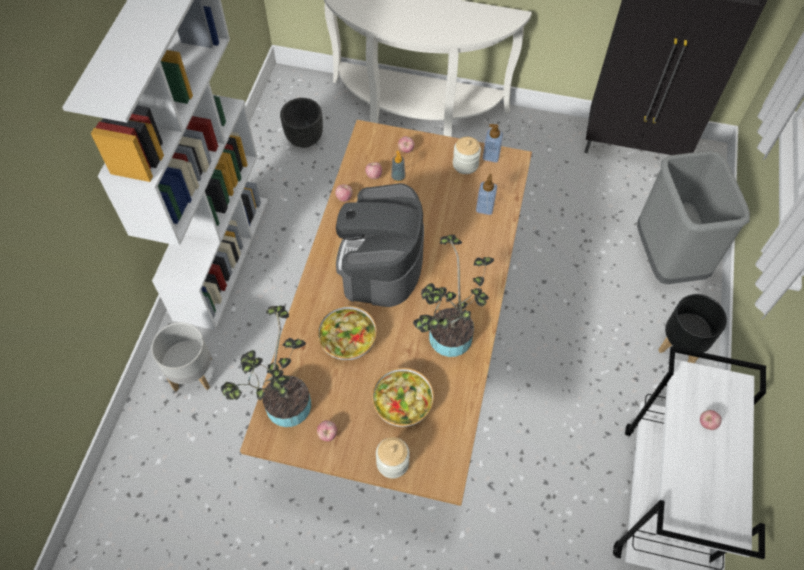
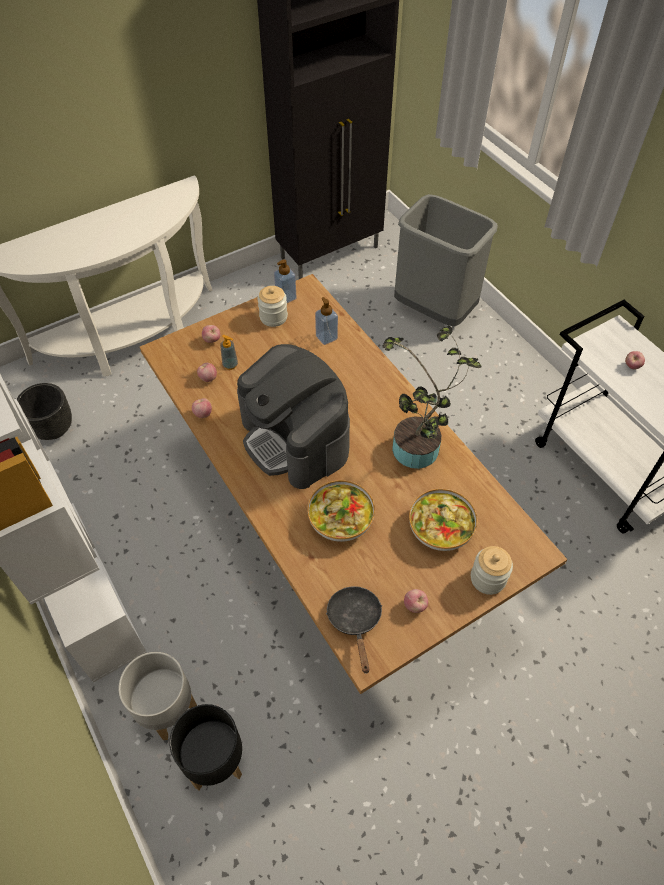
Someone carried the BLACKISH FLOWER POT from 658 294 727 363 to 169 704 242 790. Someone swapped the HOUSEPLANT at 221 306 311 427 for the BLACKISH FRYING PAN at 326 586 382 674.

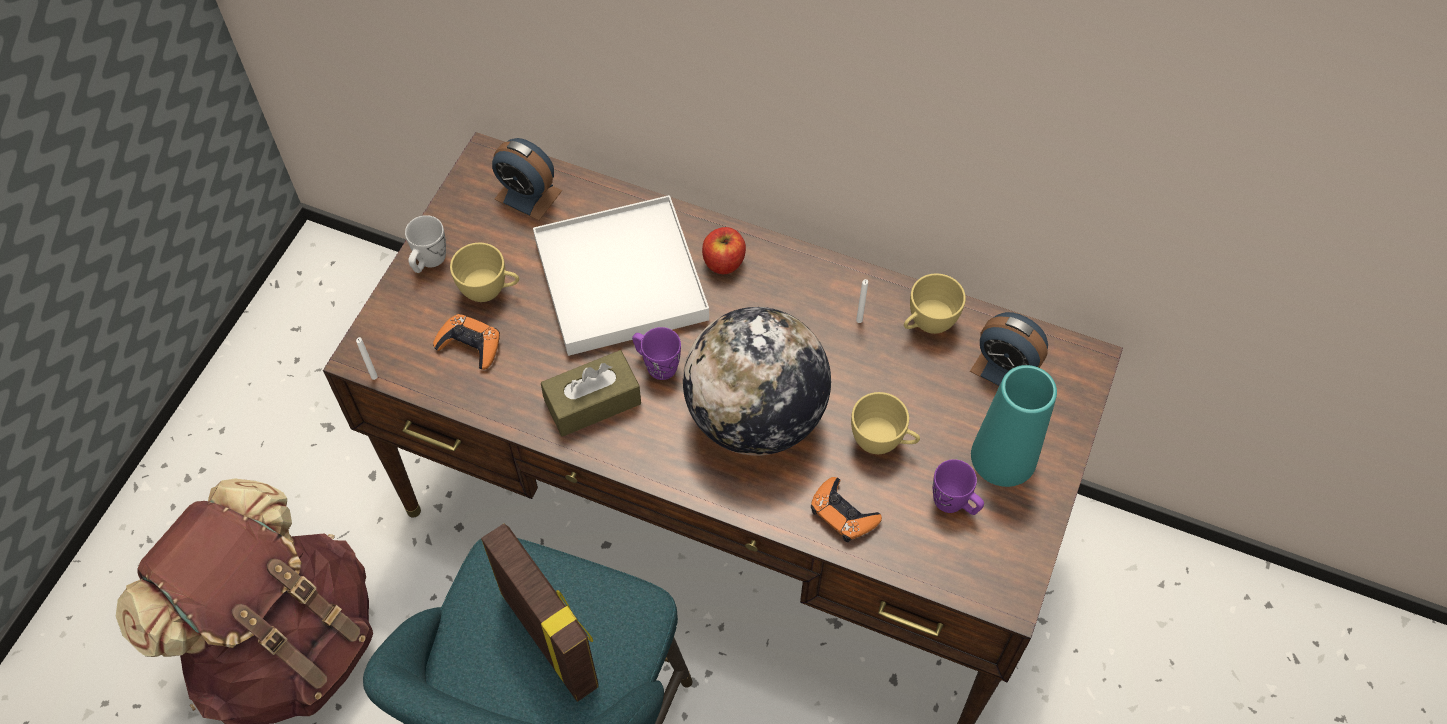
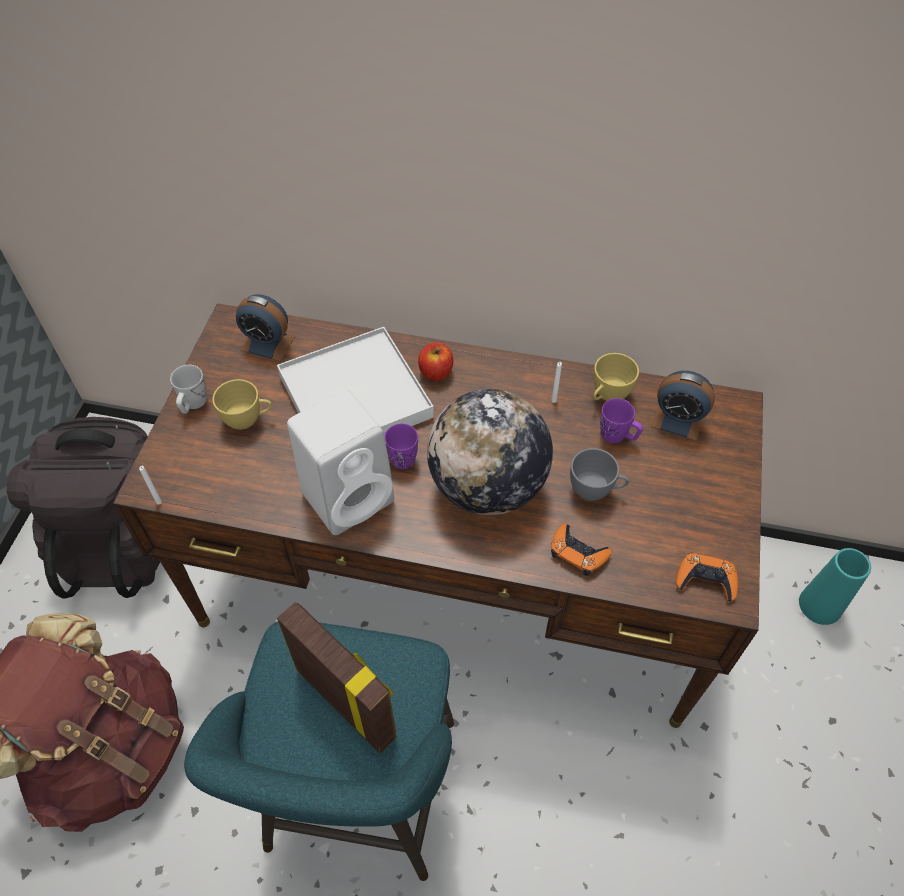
Someone put down the BLACKISH KNAPSACK at 7 417 160 599. Someone swapped the BROWNISH BOX OF TISSUES at 541 350 641 437 for the WHITISH LOUDSPEAKER at 287 389 394 535. Someone repainted the YELLOW-COLOURED SMALL CUP at 851 392 920 454, which became the GRAY SMALL CUP at 570 448 630 501. Someone carried the PURPLE COFFEE MUG from 933 459 984 515 to 600 398 643 443. Someone carried the ORANGEY GAME CONTROLLER from 433 314 500 370 to 676 553 738 602. Someone carried the TURQUOISE FLOWER VASE from 971 365 1057 487 to 799 548 871 625.

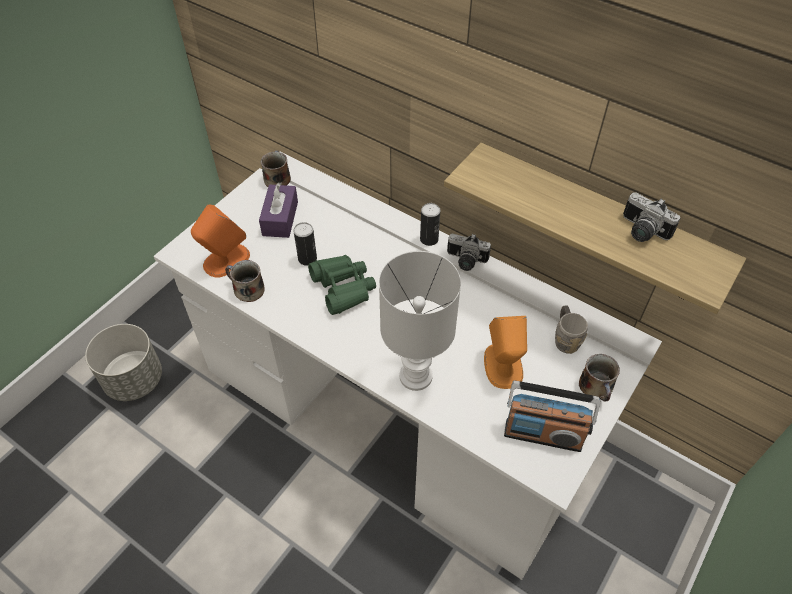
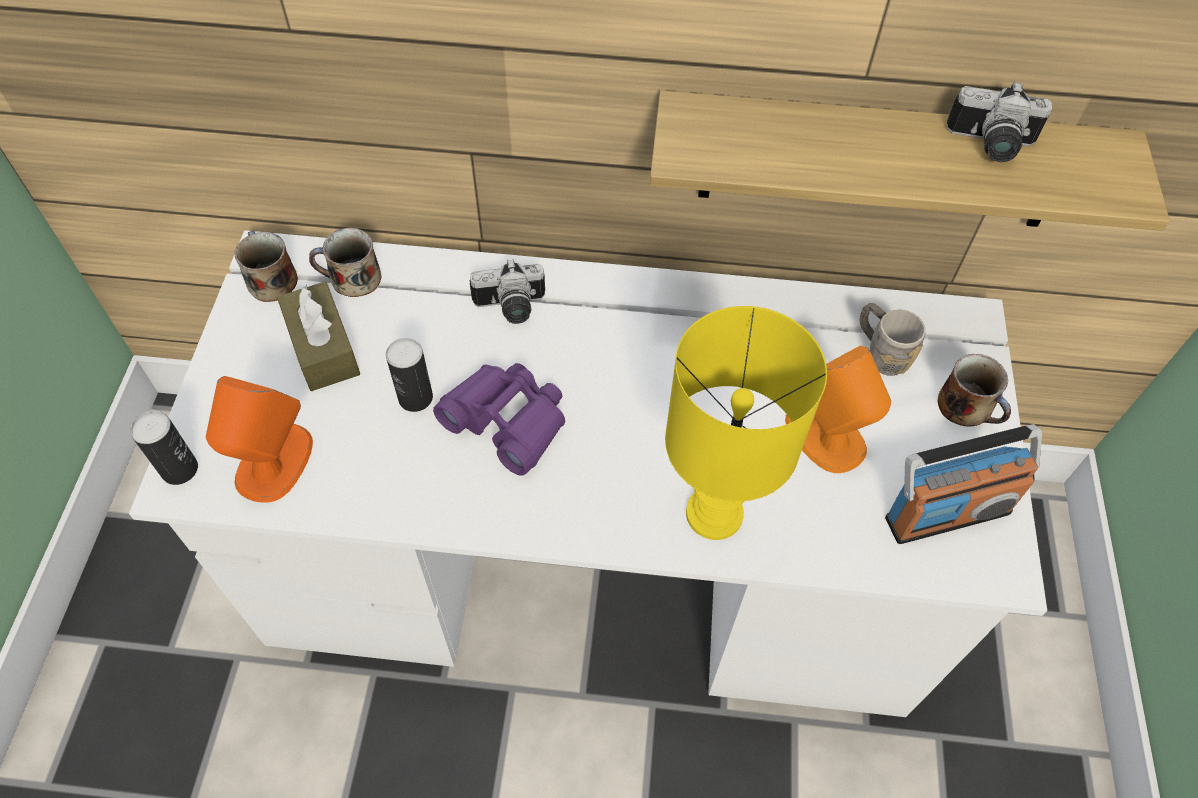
Someone carried the METAL CAN from 420 203 440 246 to 130 411 198 485. Someone repainted the PURPLE BOX OF TISSUES at 259 182 298 238, which became the BROWNISH BOX OF TISSUES at 277 281 360 391. Someone carried the COFFEE MUG from 225 260 265 302 to 309 228 381 297. Someone repainted the GREEN-COLOURED BINOCULARS at 308 255 376 315, which became the PURPLE BINOCULARS at 433 363 565 476. Someone carried the STILL CAMERA from 447 234 491 271 to 470 259 545 324. Someone repainted the WHITISH TABLE LAMP at 379 251 461 391, which became the YELLOW-COLOURED TABLE LAMP at 665 306 827 540. Someone took away the GRAY FLOWER POT at 85 324 162 401.

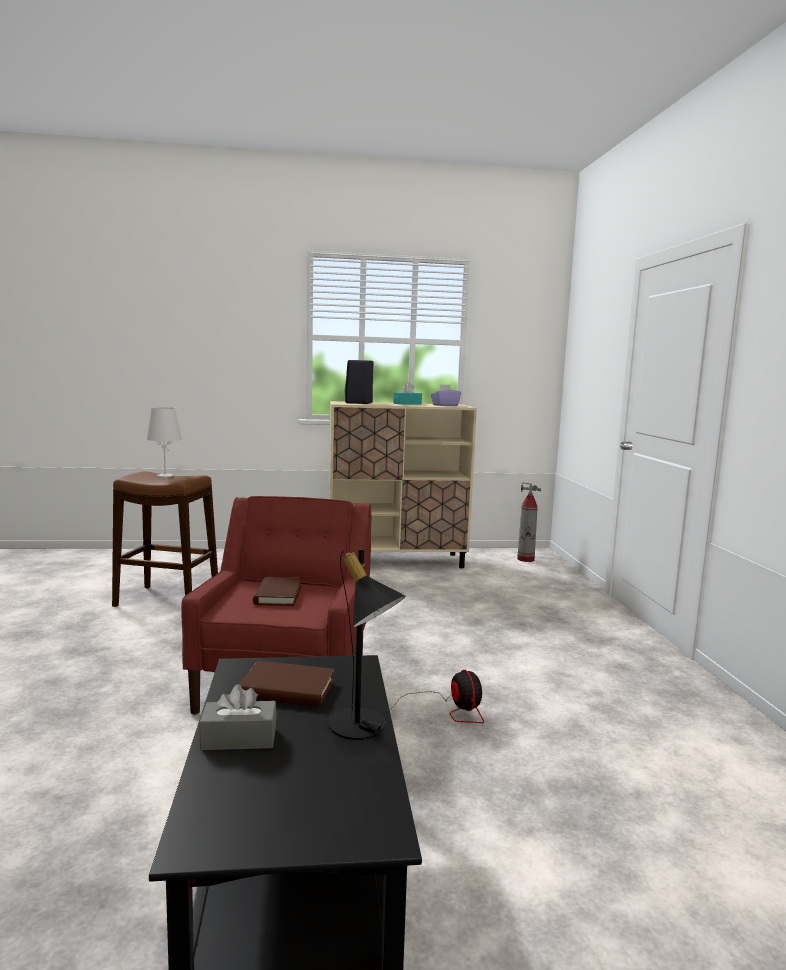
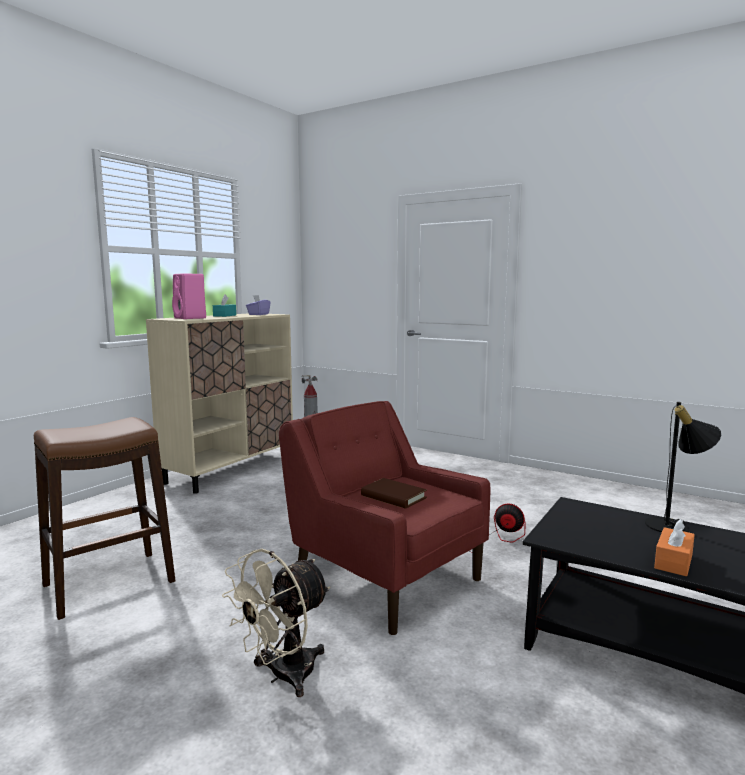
Someone repainted the BLACKISH LOUDSPEAKER at 345 360 374 404, which became the PINKISH LOUDSPEAKER at 172 274 206 319. Someone put down the BEIGE-COLOURED ELECTRIC FAN at 222 549 330 697. Someone repainted the GRAY BOX OF TISSUES at 199 684 277 750, which became the ORANGEY BOX OF TISSUES at 654 519 695 576. Someone took away the WHITISH TABLE LAMP at 146 407 182 478. Someone took away the BROWNISH BOOK at 239 661 334 707.

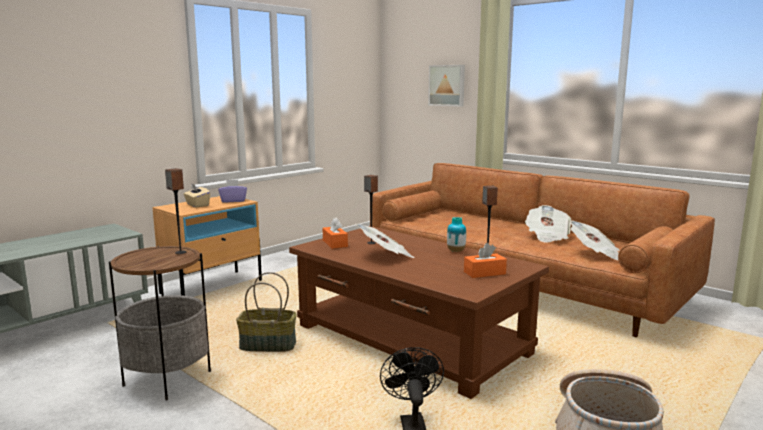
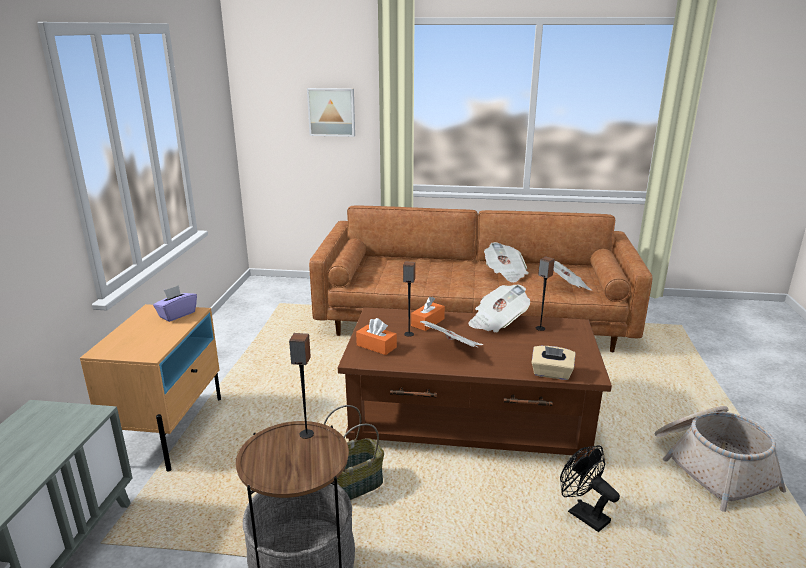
Someone carried the ORANGEY BOX OF TISSUES from 464 243 507 278 to 411 297 445 331. Someone swapped the FLOWER VASE at 447 217 466 252 for the PRINTED PAPER at 468 285 530 332. Someone carried the BEIGE-COLOURED BOX OF TISSUES from 183 183 210 208 to 531 346 575 380.

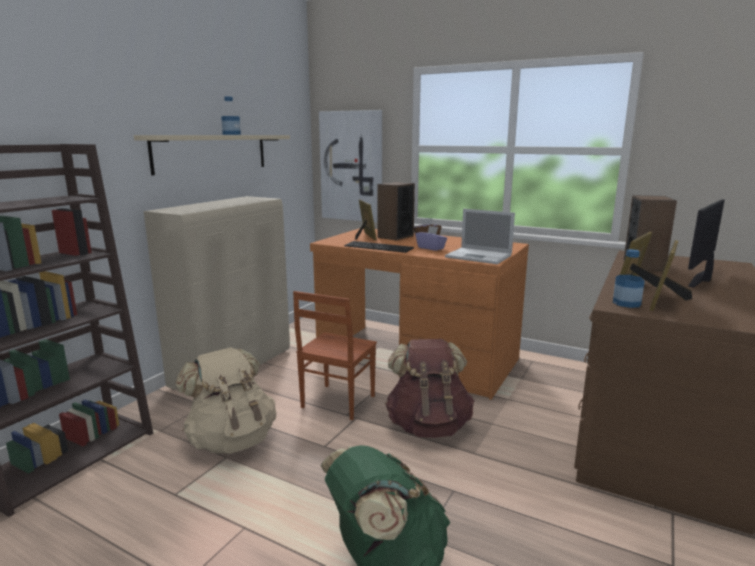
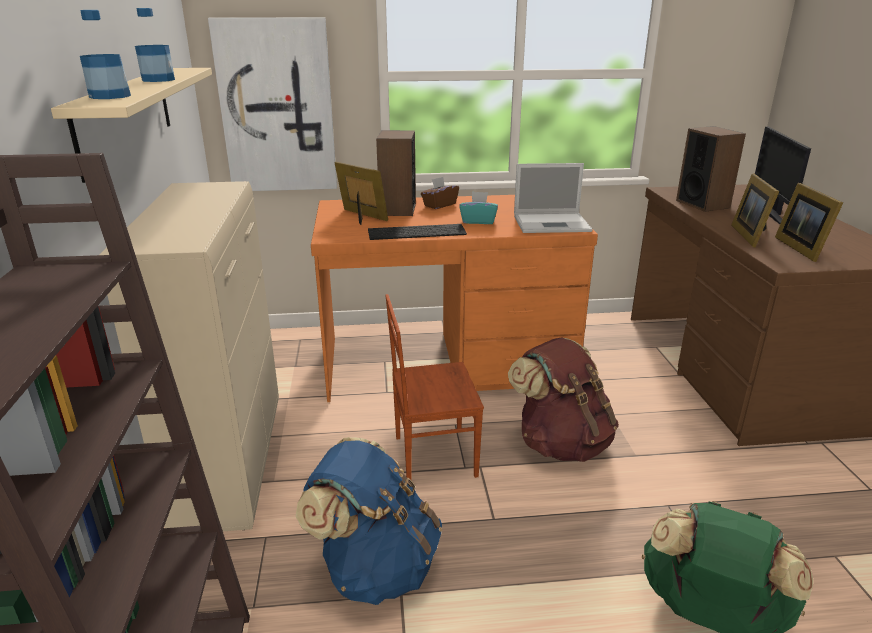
Someone carried the BOTTLE from 613 249 645 308 to 80 10 131 99. Someone repainted the BEIGE-COLOURED KNAPSACK at 175 347 277 454, which became the BLUE-COLOURED KNAPSACK at 295 437 442 605. Someone rotated the BROWNISH PLAIN CHAIR at 293 291 377 420 by 90 degrees clockwise. Someone repainted the PURPLE BOX OF TISSUES at 416 226 447 251, which became the TURQUOISE BOX OF TISSUES at 459 192 498 224.

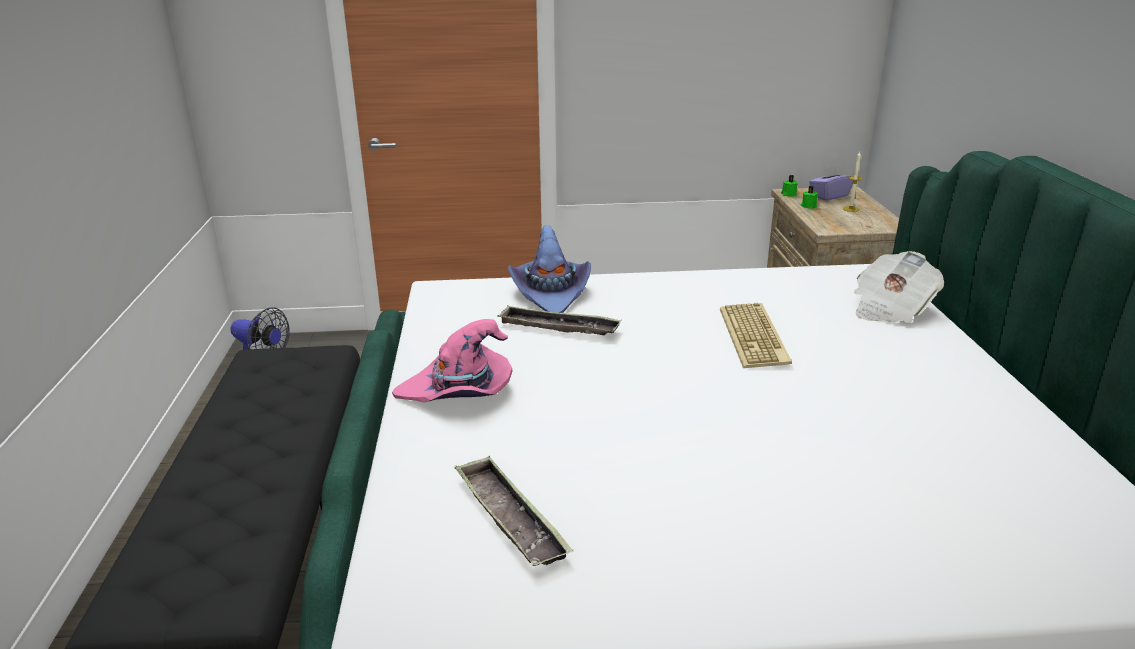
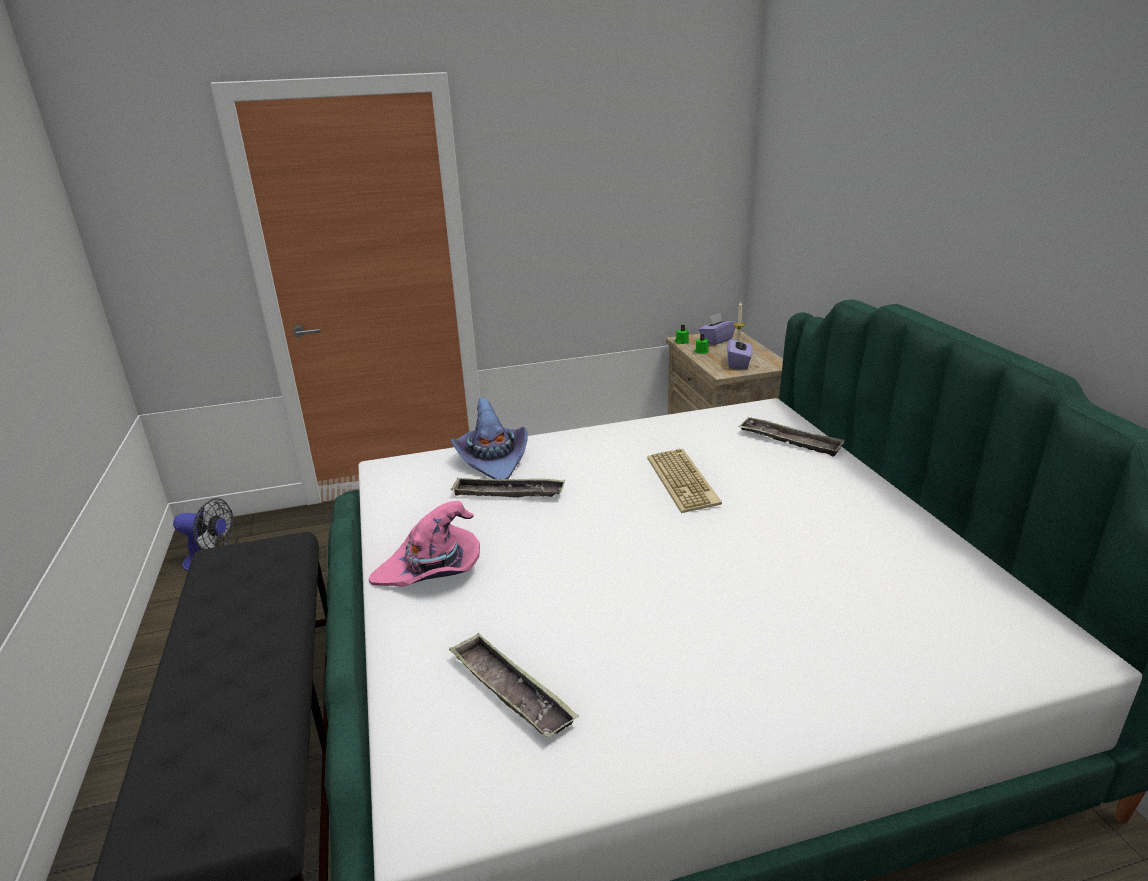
Someone put down the PURPLE BOX OF TISSUES at 727 337 753 369. Someone swapped the PRINTED PAPER at 854 251 944 323 for the SERVING TRAY at 739 417 845 457.

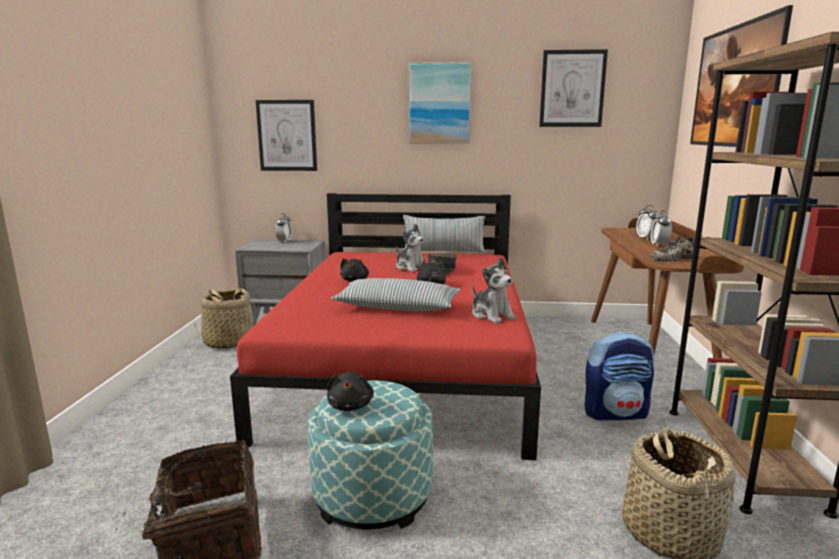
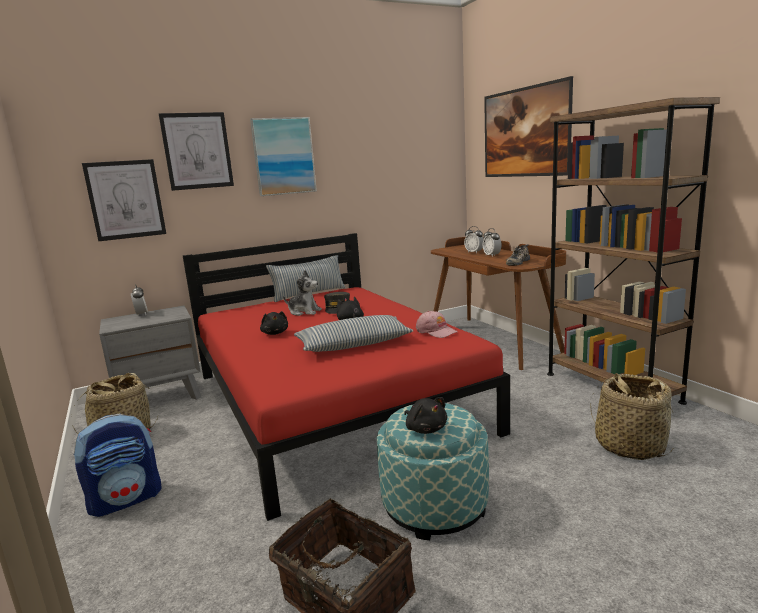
Someone carried the KNAPSACK from 584 331 655 420 to 74 413 162 517. Someone carried the PICTURE from 539 49 608 127 to 159 112 234 191. Someone swapped the PLUSH TOY at 472 258 516 323 for the PINKISH BASEBALL CAP at 416 311 458 338.

